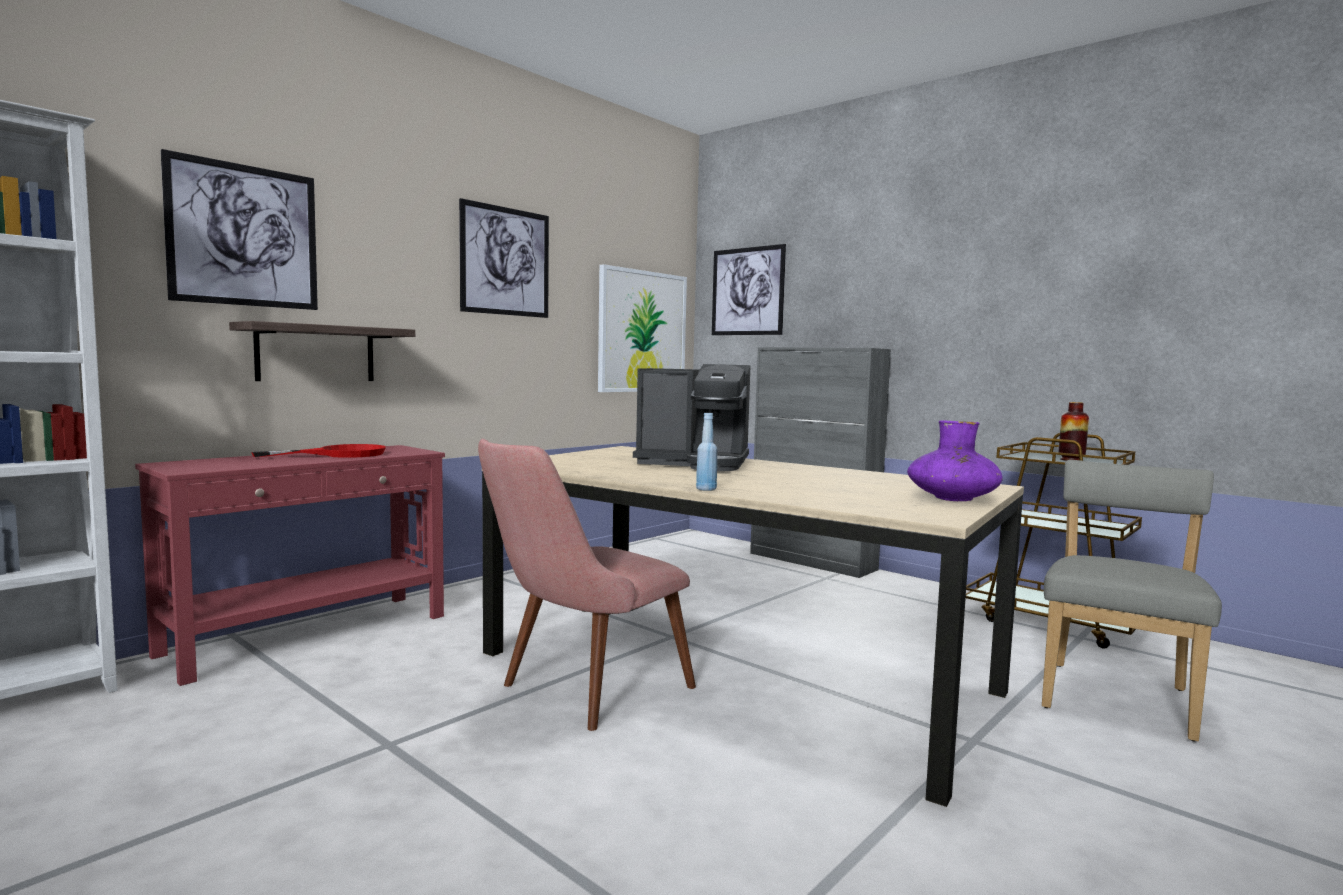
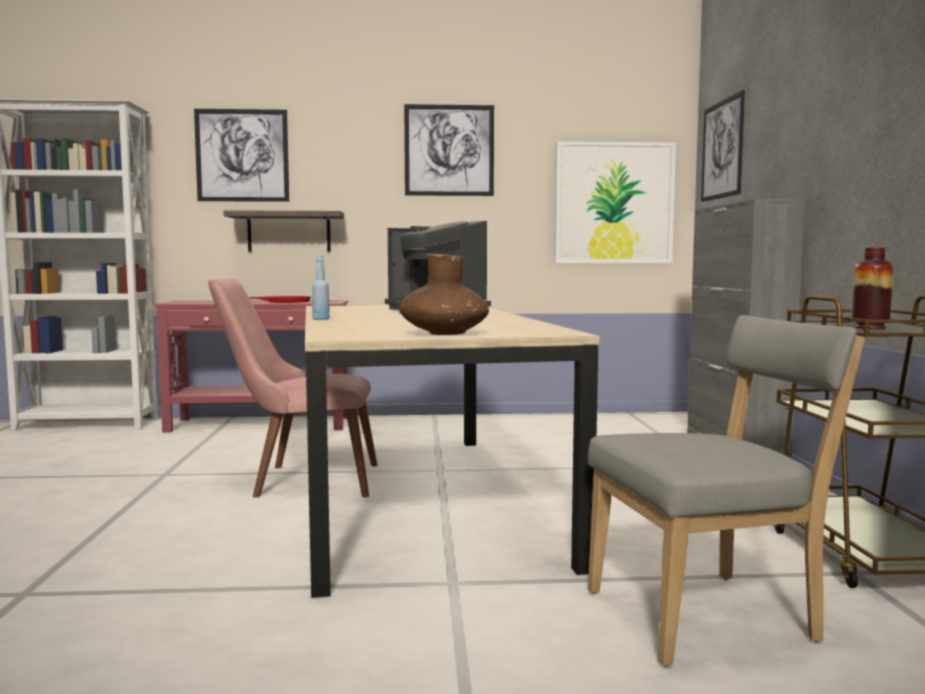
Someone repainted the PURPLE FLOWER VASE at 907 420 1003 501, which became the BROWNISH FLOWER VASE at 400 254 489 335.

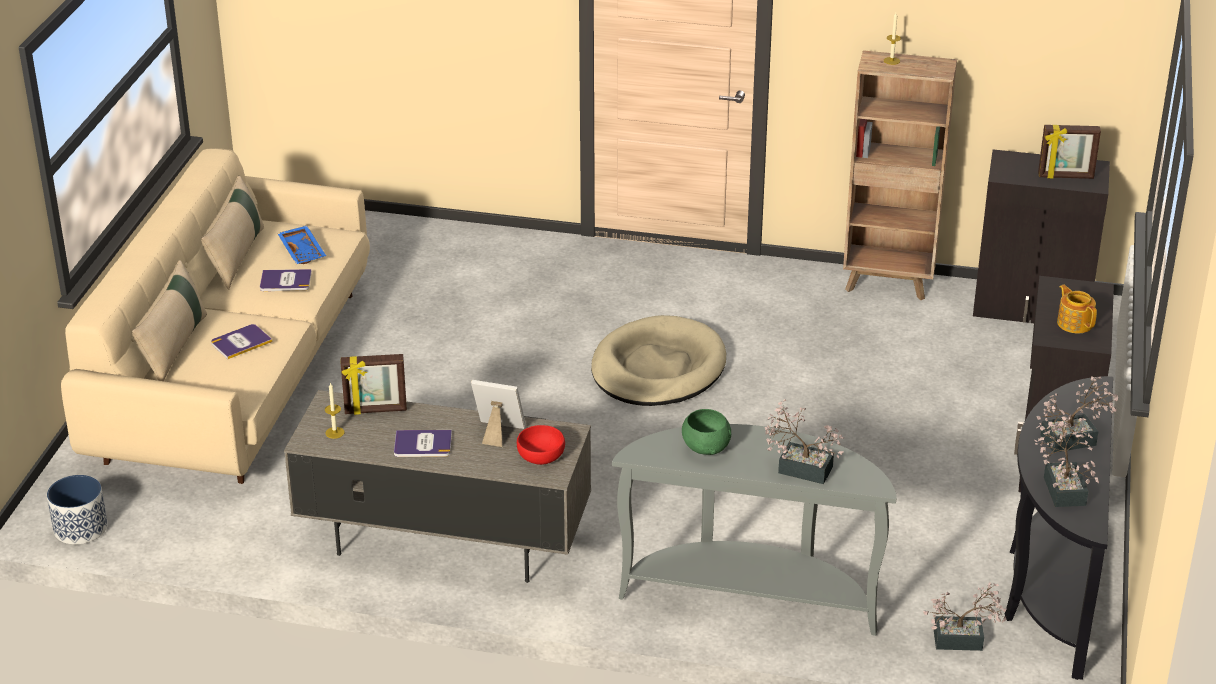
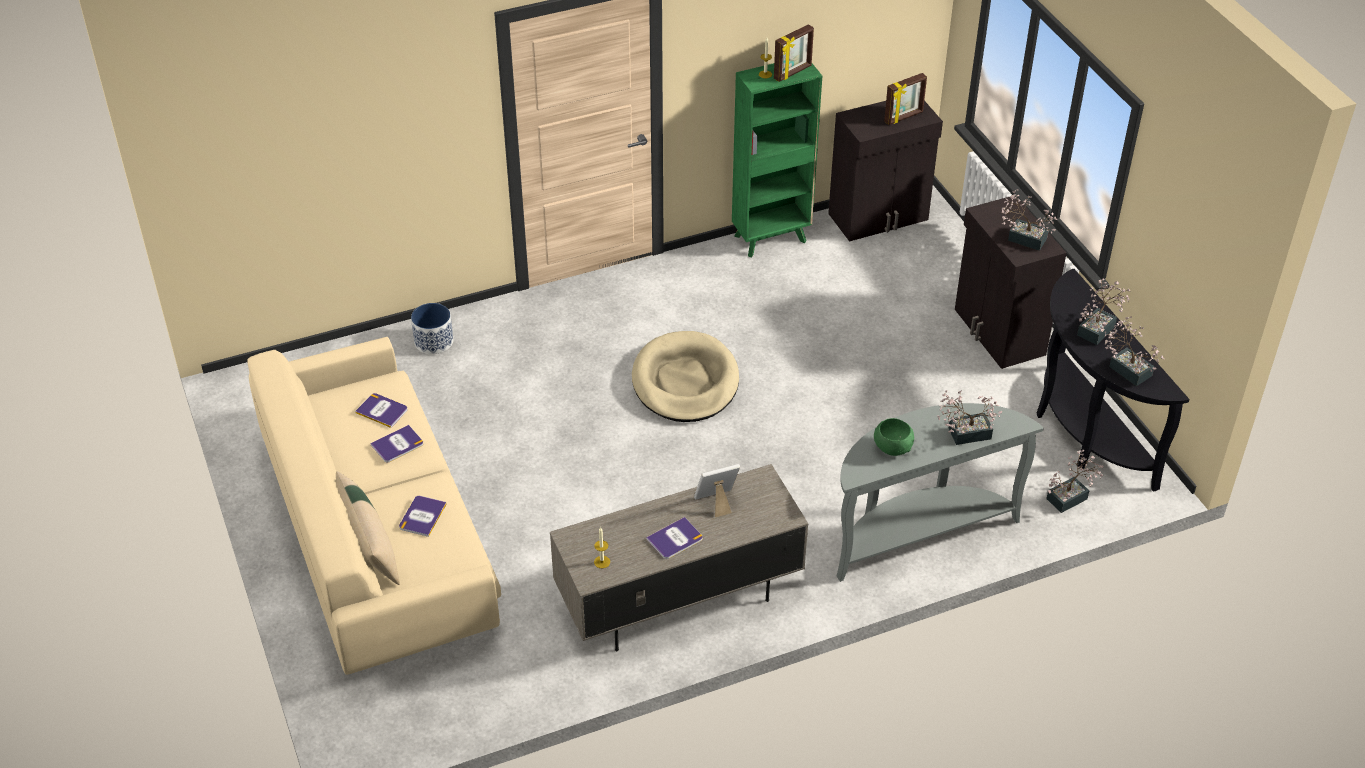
Someone swapped the BLUE-COLOURED SERVING TRAY at 277 226 326 264 for the BOOK at 355 393 407 428. Someone carried the FLOWER POT from 47 475 108 545 to 411 303 453 354. Someone repainted the BROWNISH BOOKCASE at 843 50 957 300, which became the GREEN-COLOURED BOOKCASE at 732 63 822 257. Someone carried the STANDING FRAME from 341 354 407 415 to 774 24 814 82. Someone swapped the TEAPOT at 1057 285 1097 333 for the HOUSEPLANT at 1002 189 1058 251. Someone took away the BEIGE-COLOURED THROW PILLOW at 201 176 264 289. Someone took away the RED BOWL at 517 425 565 465.

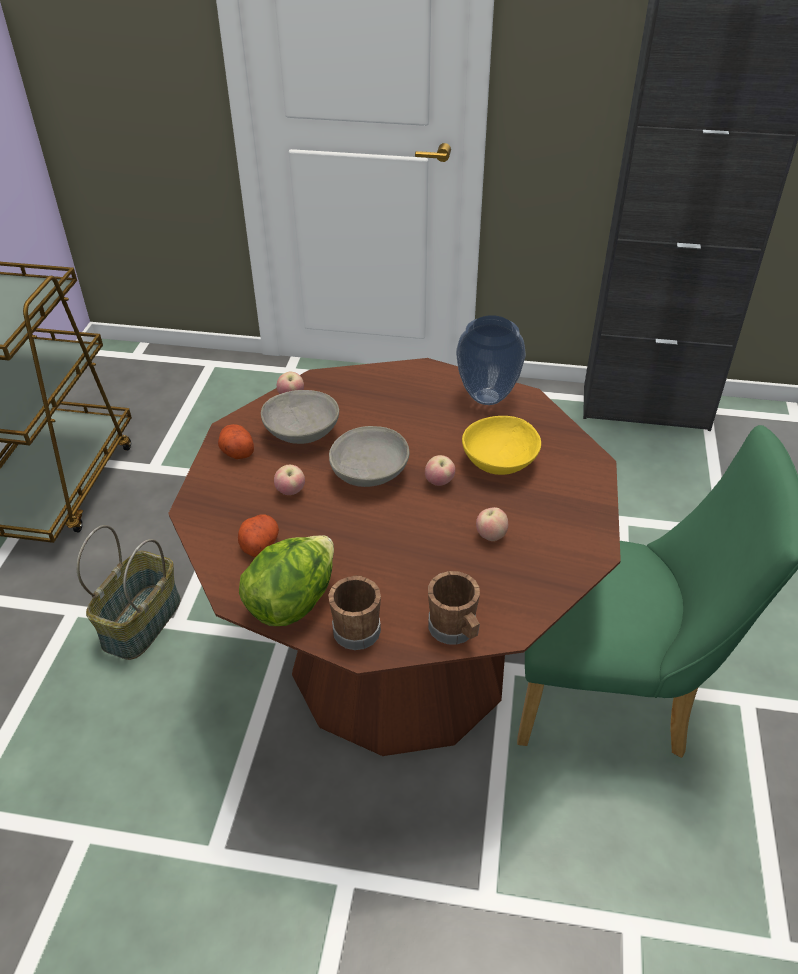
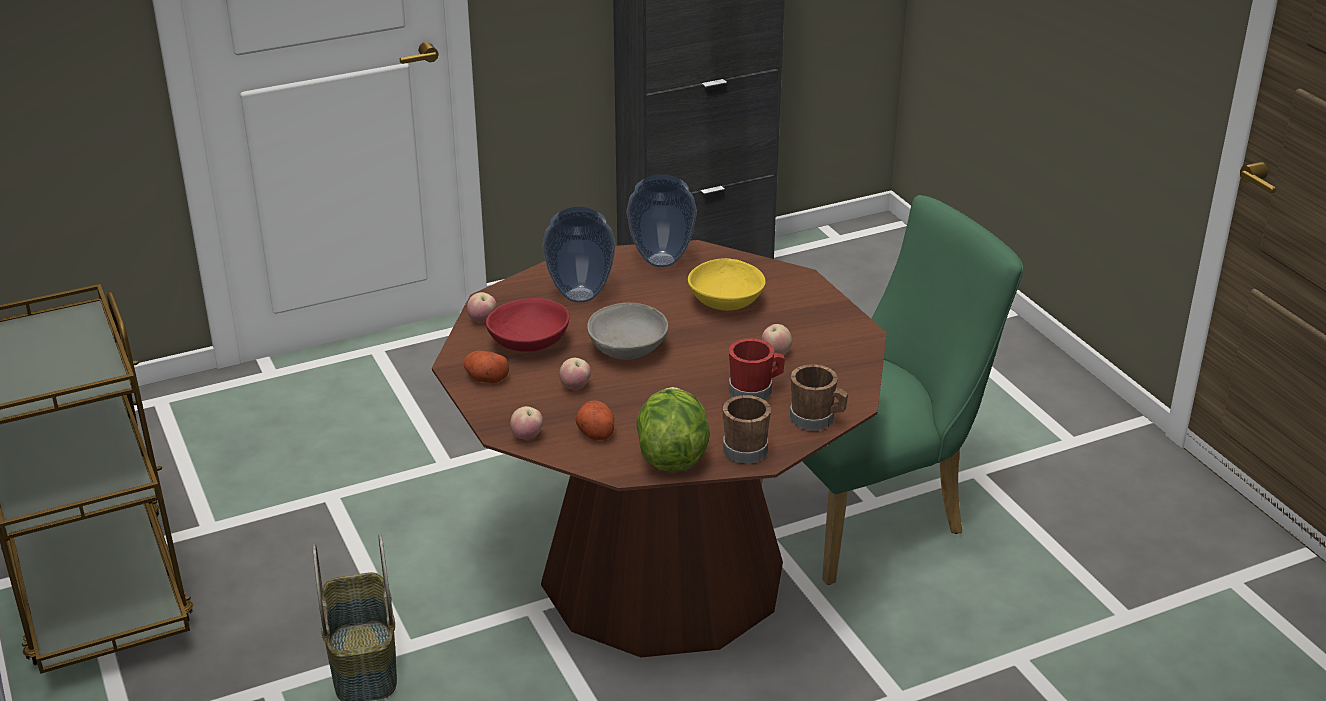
Someone repainted the GRAY BOWL at 261 390 339 444, which became the RED BOWL at 486 298 569 352. Someone carried the APPLE from 425 455 455 486 to 510 406 543 440. Someone put down the FLOWER VASE at 542 207 615 303. Someone put down the RED COFFEE MUG at 729 339 785 400.

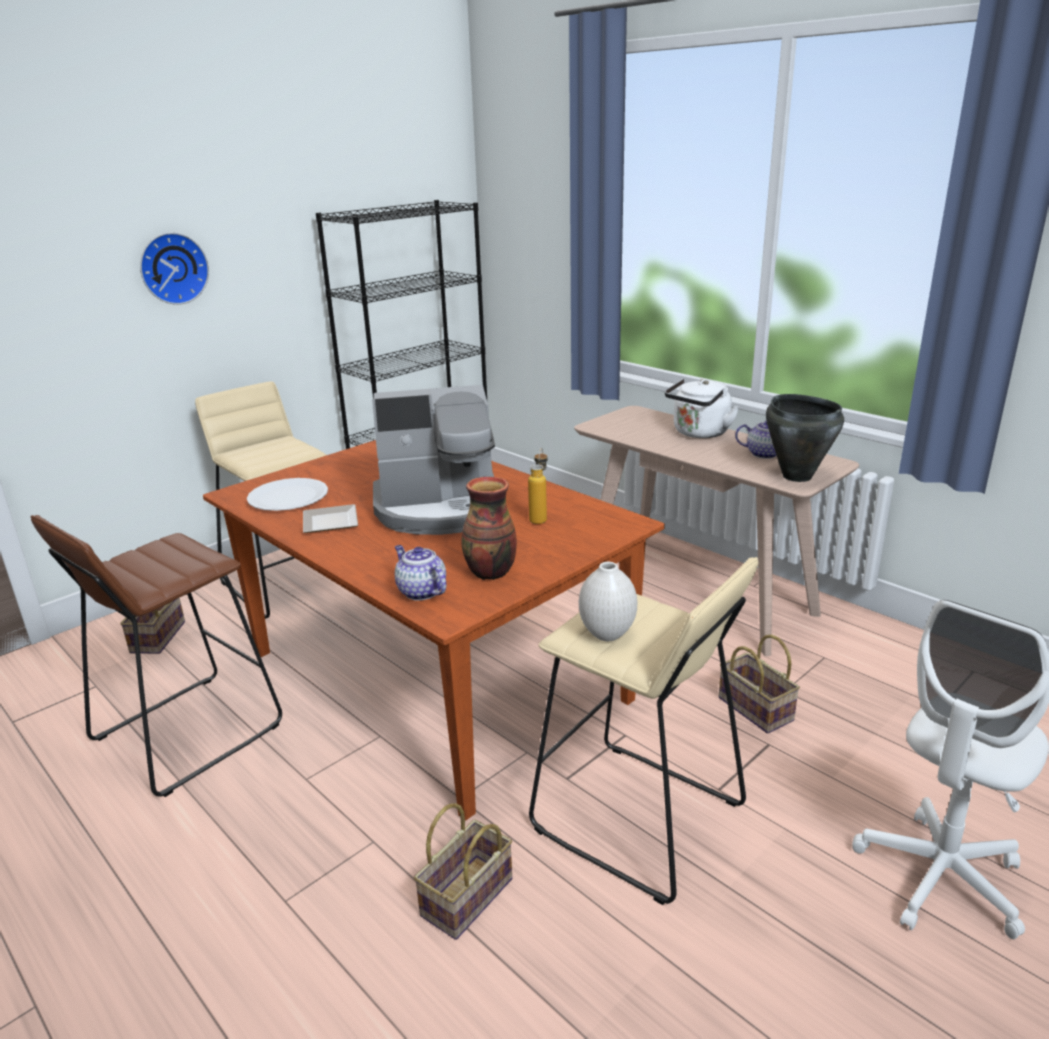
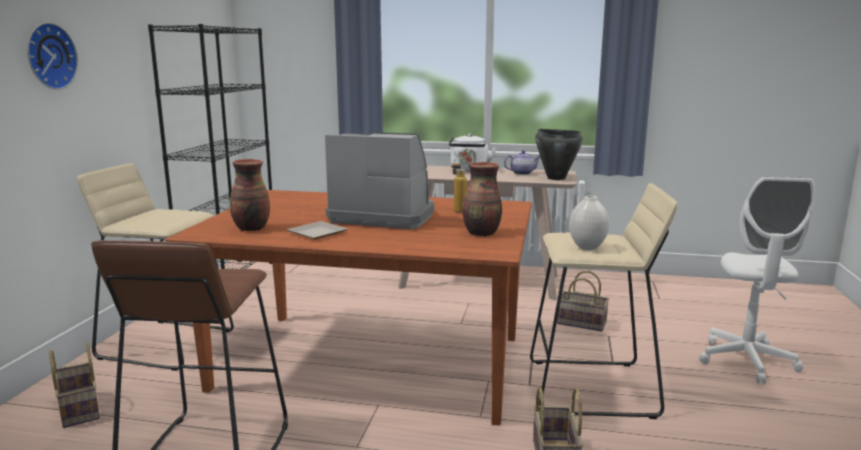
Someone swapped the WHITISH DINNER PLATE at 247 478 328 511 for the FLOWER VASE at 230 159 270 231. Someone rotated the COFFEE MAKER at 372 385 495 535 by 120 degrees counterclockwise. Someone took away the TEAPOT at 395 545 446 601.

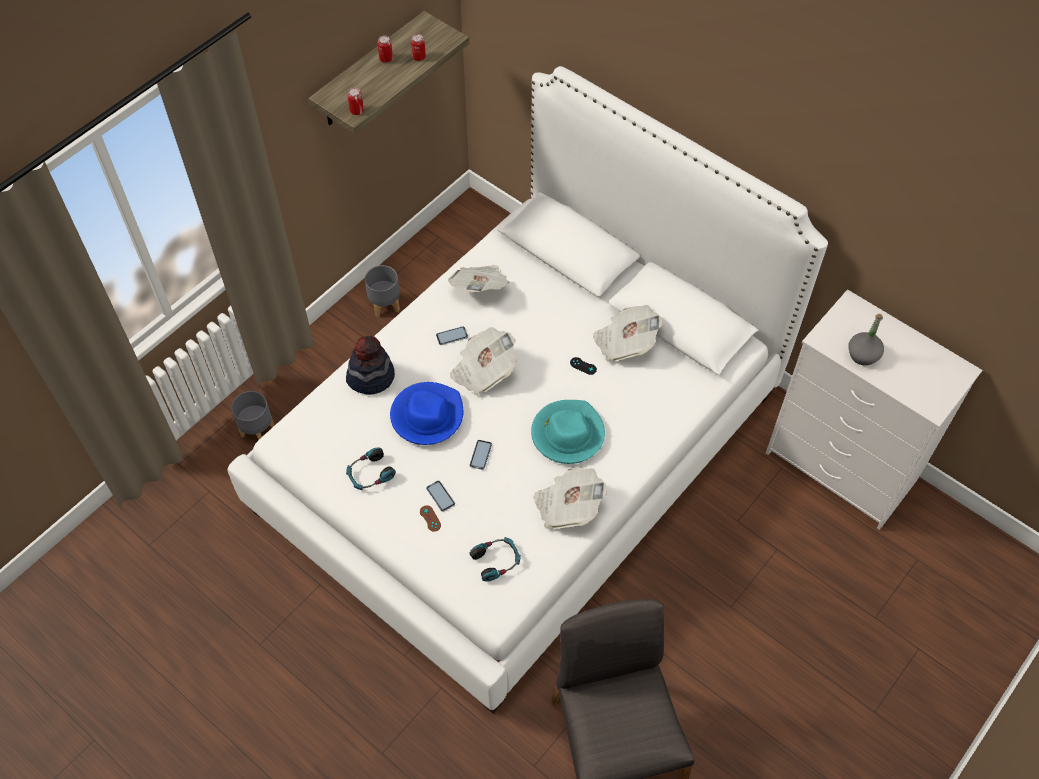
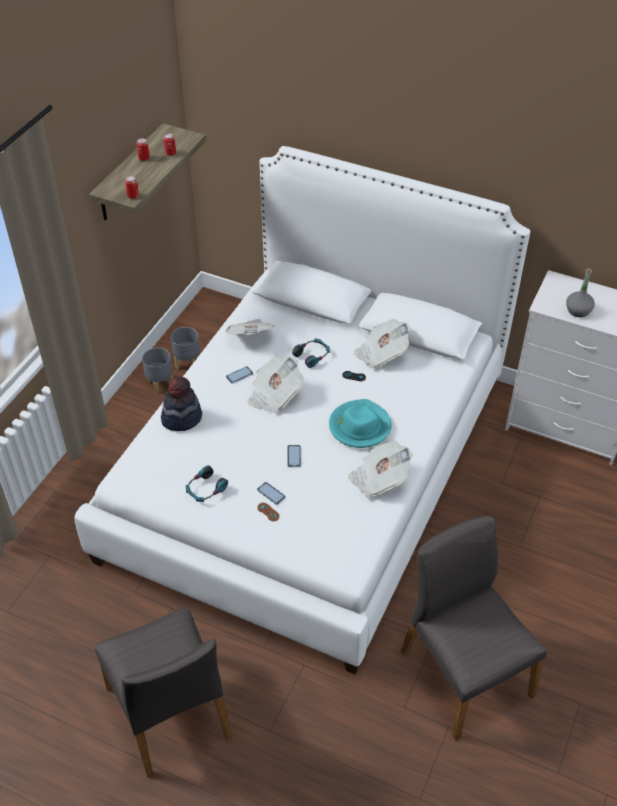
Someone put down the GRAY PLAIN CHAIR at 94 607 232 778. Someone carried the GRAY FLOWER POT from 231 391 275 440 to 171 327 200 369. Someone carried the HEADSET from 469 537 521 582 to 292 338 330 368. Someone took away the BLUE-COLOURED HAT at 390 382 463 445.

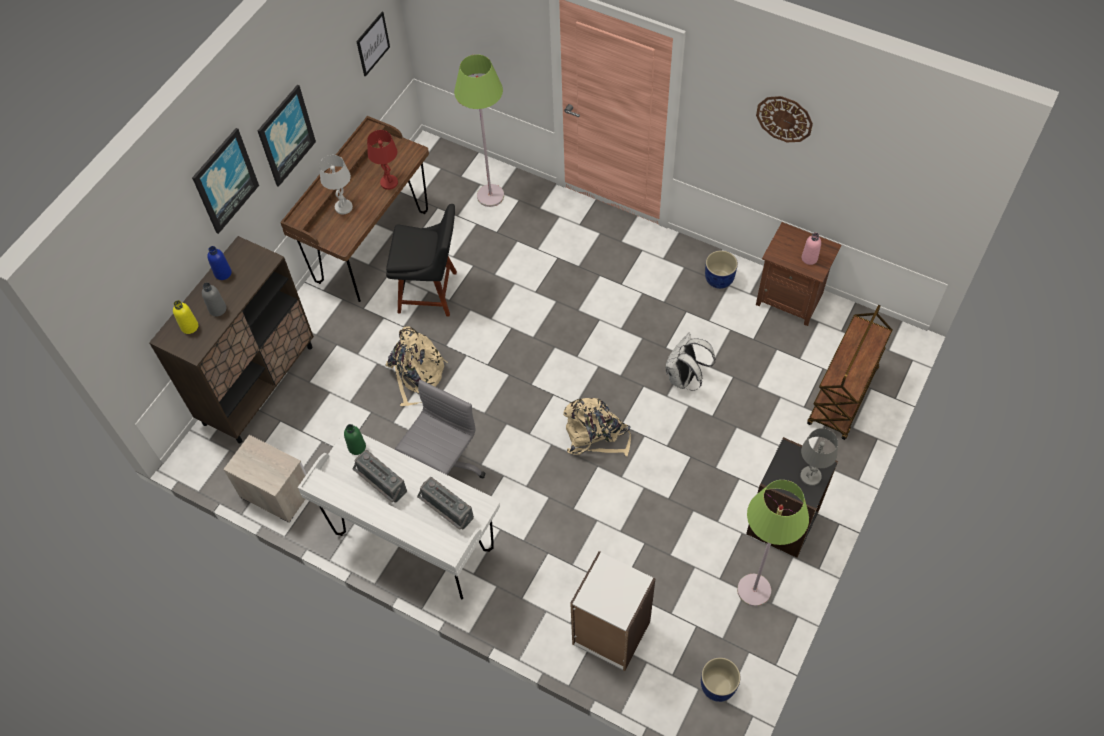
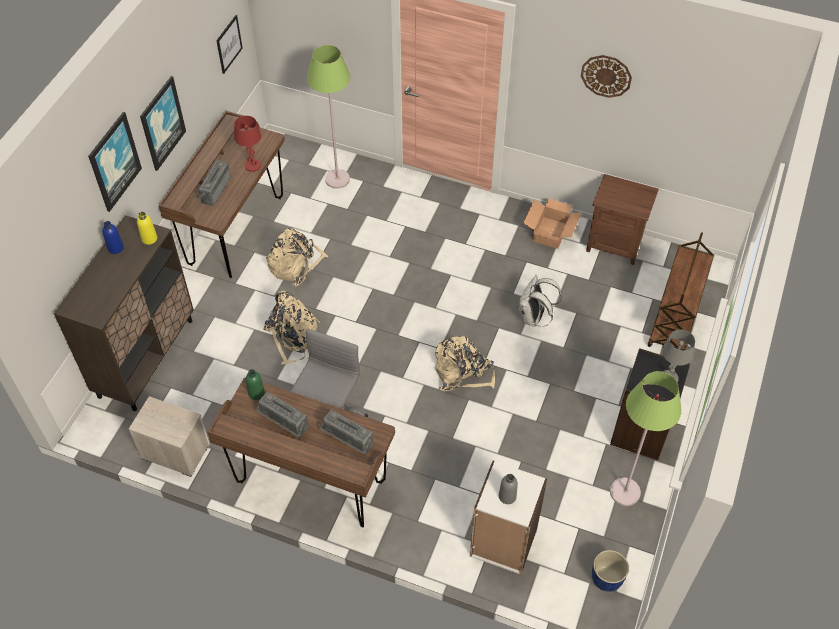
Someone carried the YELLOW-COLOURED BOTTLE from 173 300 198 334 to 137 212 157 245. Someone swapped the WHITISH TABLE LAMP at 319 155 353 214 for the RADIO RECEIVER at 197 160 231 206. Someone repainted the WHITISH DESK at 298 432 500 599, which became the BROWNISH DESK at 207 377 395 527. Someone swapped the BLACKISH PLAIN CHAIR at 386 204 457 316 for the BEIGE-COLOURED KNAPSACK at 266 228 329 287. Someone carried the GRAY BOTTLE from 202 283 226 316 to 499 474 518 504. Someone swapped the BLUE-COLOURED FLOWER POT at 705 250 738 289 for the CARDBOARD BOX at 524 199 582 249. Someone took away the PINKISH BOTTLE at 802 233 821 265.

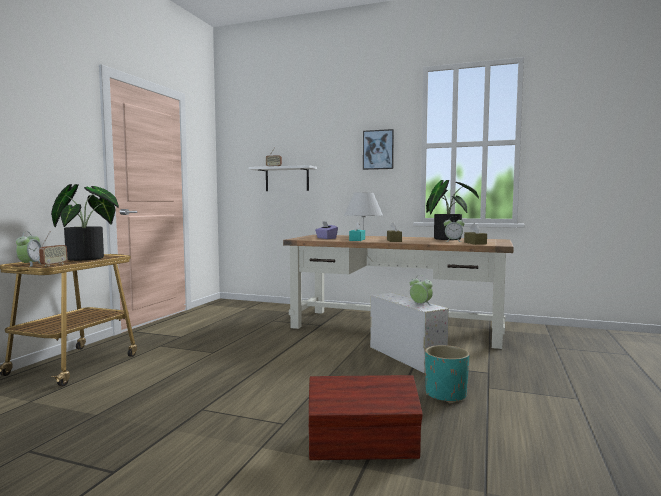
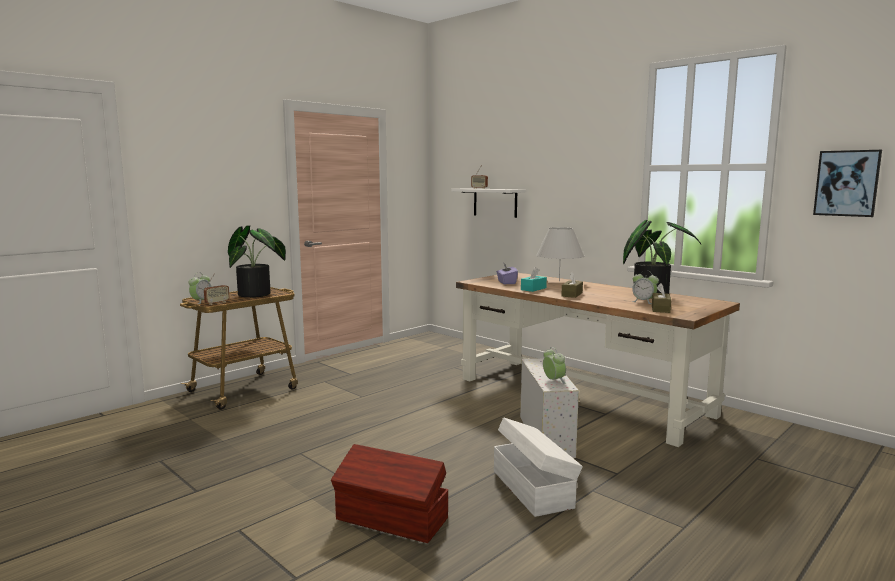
Someone swapped the TURQUOISE FLOWER POT at 425 345 469 404 for the WHITISH STORAGE BIN at 494 417 583 517. Someone carried the PICTURE from 363 129 394 170 to 813 150 882 217.

